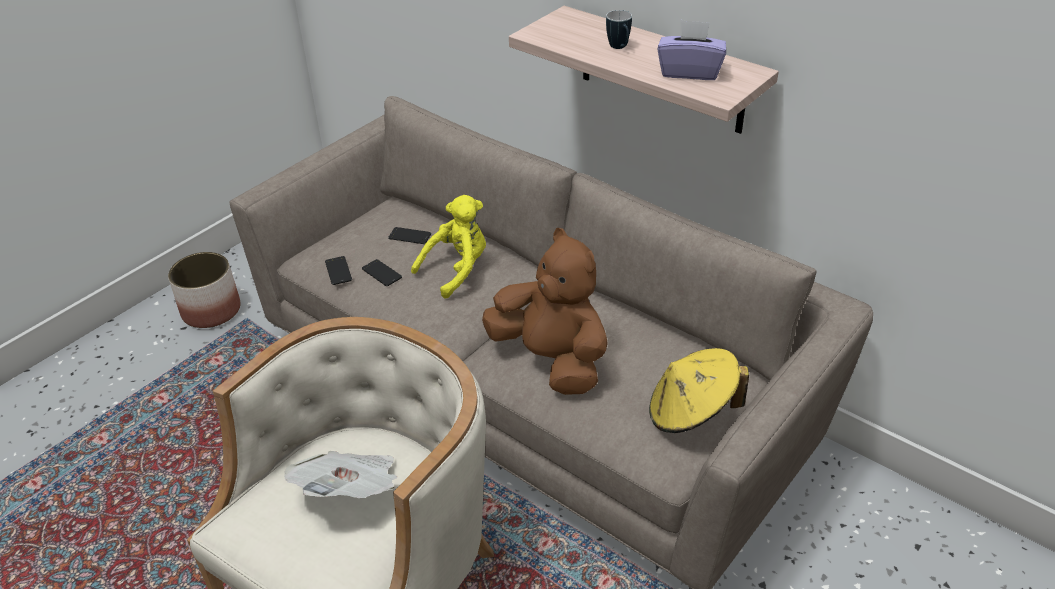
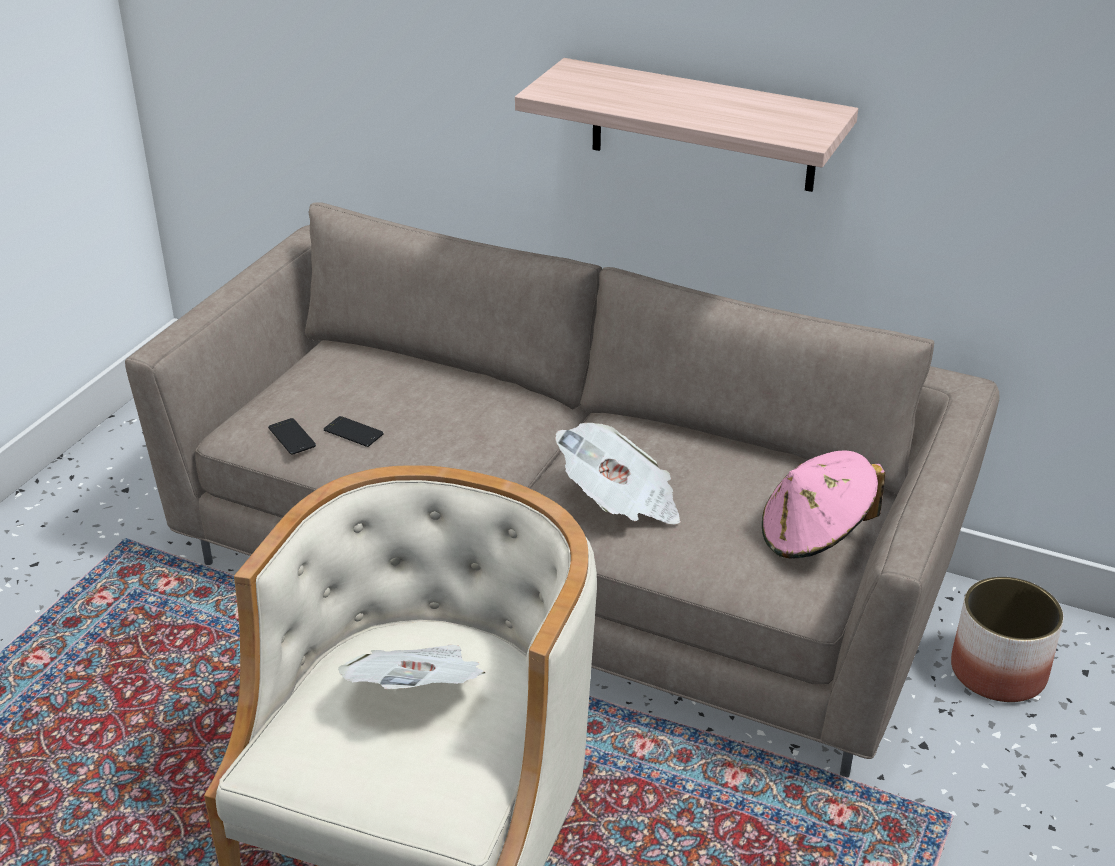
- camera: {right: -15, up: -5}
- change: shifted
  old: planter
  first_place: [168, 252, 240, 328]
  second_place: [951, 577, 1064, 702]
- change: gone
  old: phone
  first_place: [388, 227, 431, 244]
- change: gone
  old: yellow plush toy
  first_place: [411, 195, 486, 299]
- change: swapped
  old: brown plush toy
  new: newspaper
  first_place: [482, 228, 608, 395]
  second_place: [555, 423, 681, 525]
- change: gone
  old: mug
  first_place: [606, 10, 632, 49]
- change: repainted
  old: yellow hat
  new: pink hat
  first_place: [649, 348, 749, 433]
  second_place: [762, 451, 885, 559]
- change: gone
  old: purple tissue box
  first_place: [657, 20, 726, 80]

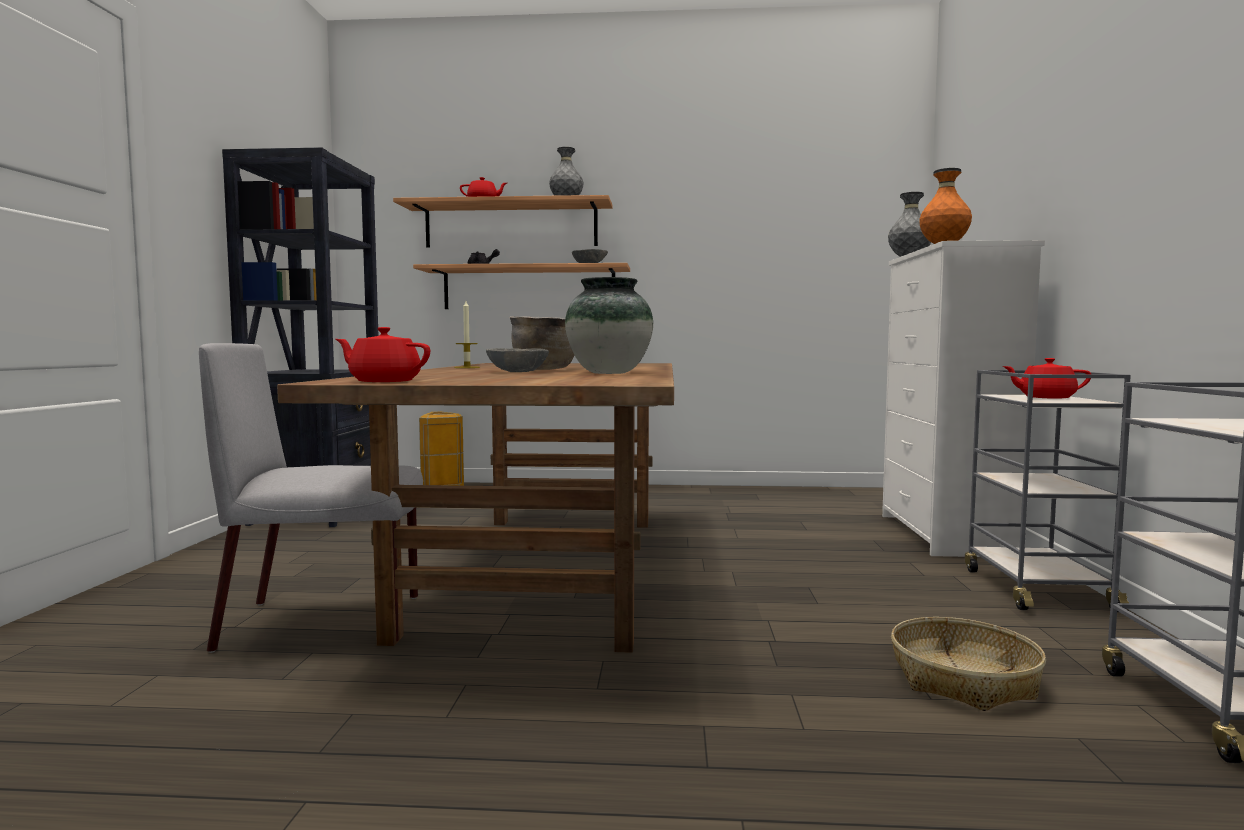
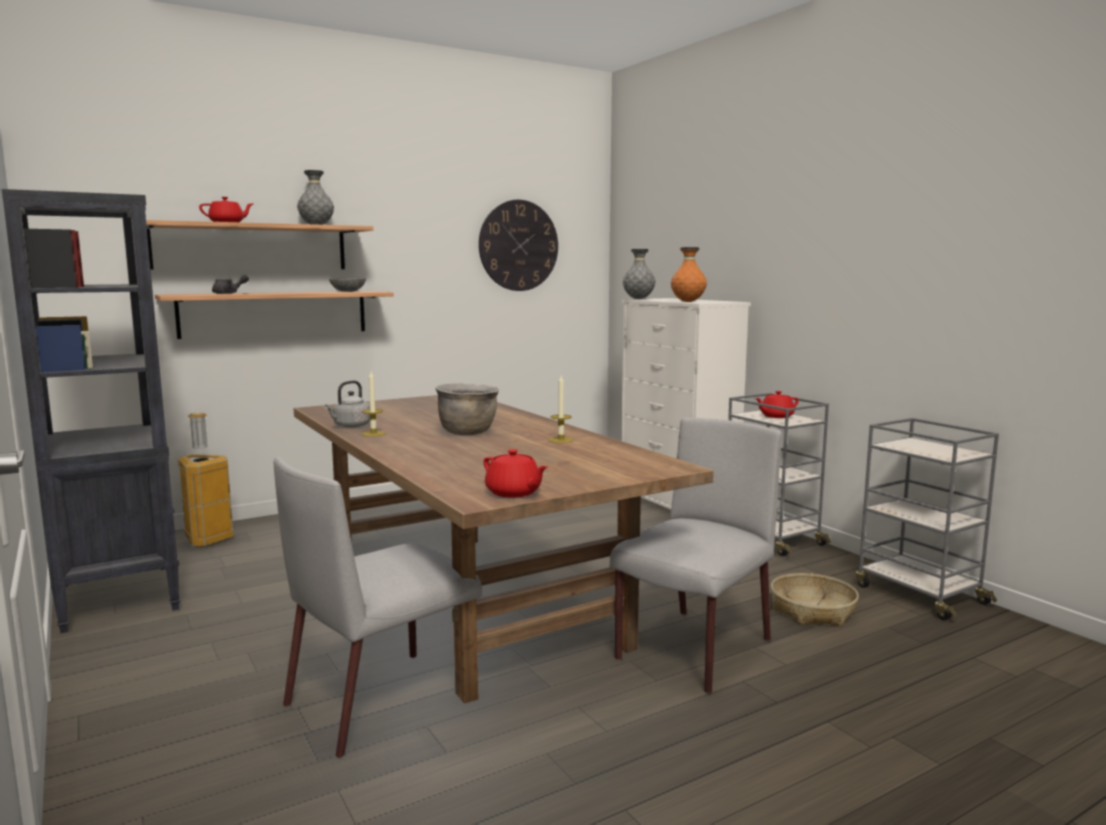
- camera: {right: -35, up: 5}
- change: rotated
  old: red teapot
  first_place: [335, 327, 430, 382]
  second_place: [484, 449, 548, 497]
  degrees: -120
- change: gone
  old: grey bowl
  first_place: [486, 348, 549, 372]
- change: swapped
  old: vase
  new: candle
  first_place: [565, 277, 653, 374]
  second_place: [549, 376, 573, 443]
- change: new
  new: grey kettle
  second_place: [325, 380, 370, 428]
- change: new
  new: wall clock
  second_place: [479, 200, 558, 291]
- change: new
  new: grey chair
  second_place: [609, 418, 782, 694]

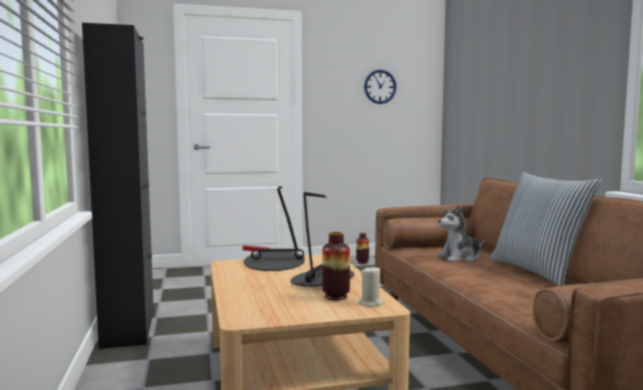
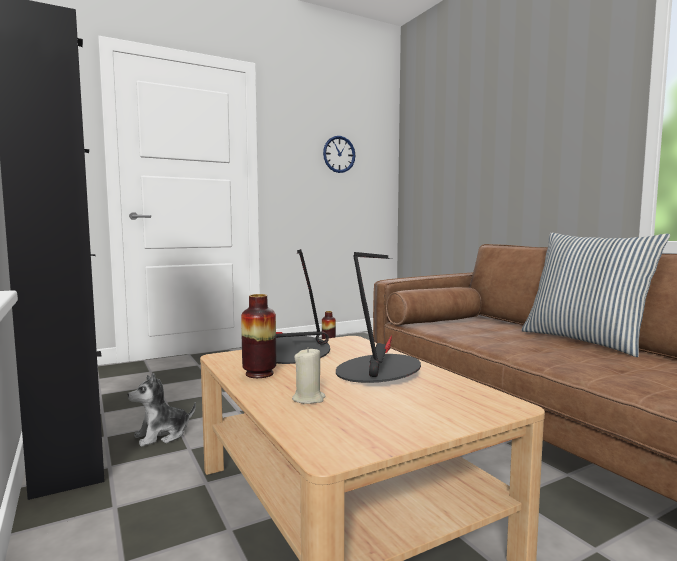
- camera: {right: -15, up: 0}
- change: shifted
  old: vase
  first_place: [322, 232, 350, 300]
  second_place: [241, 294, 276, 378]
- change: shifted
  old: beige candle
  first_place: [359, 266, 383, 306]
  second_place: [292, 347, 326, 404]
- change: shifted
  old: plush toy
  first_place: [437, 205, 484, 262]
  second_place: [128, 373, 196, 447]

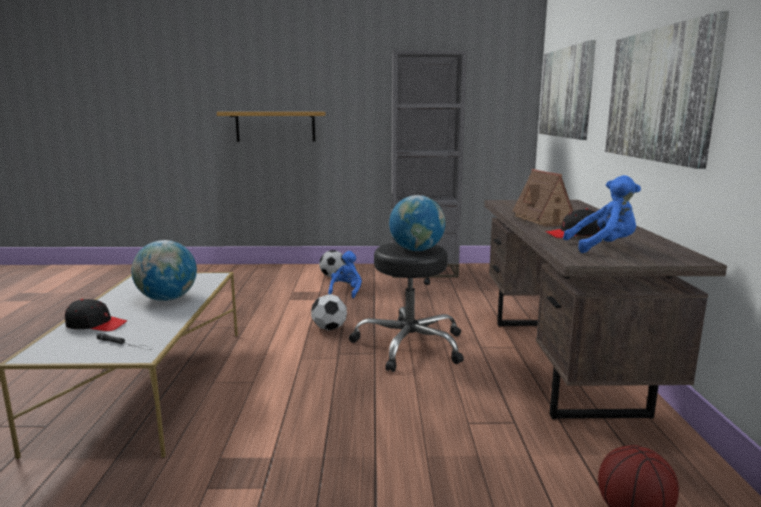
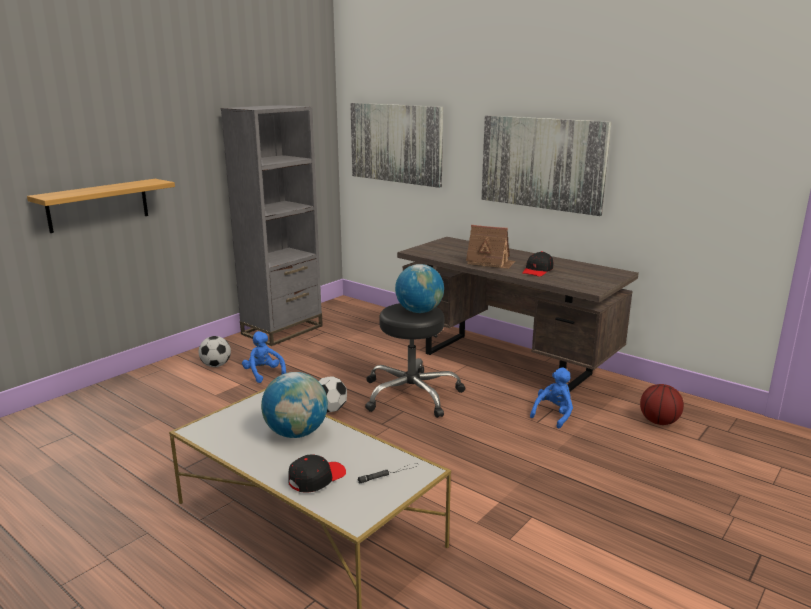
- camera: {right: -50, up: 5}
- change: shifted
  old: blue plush toy
  first_place: [563, 175, 641, 253]
  second_place: [530, 367, 573, 428]

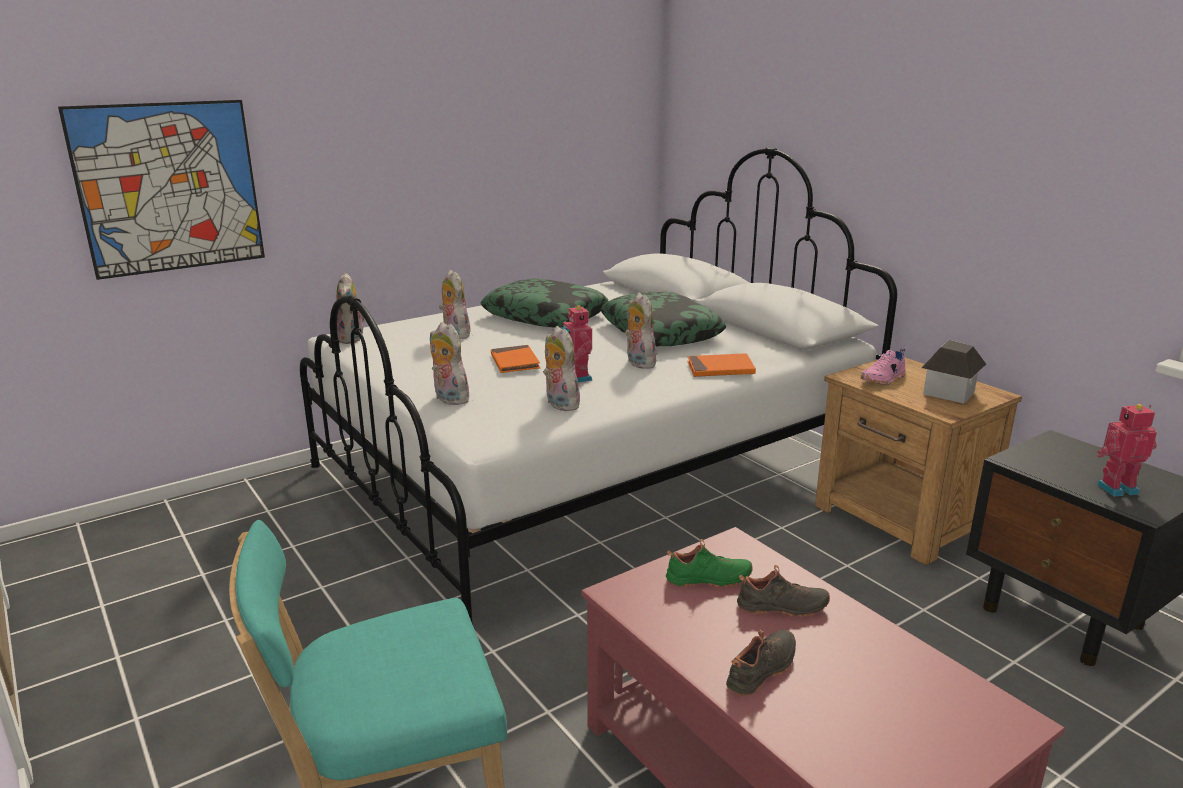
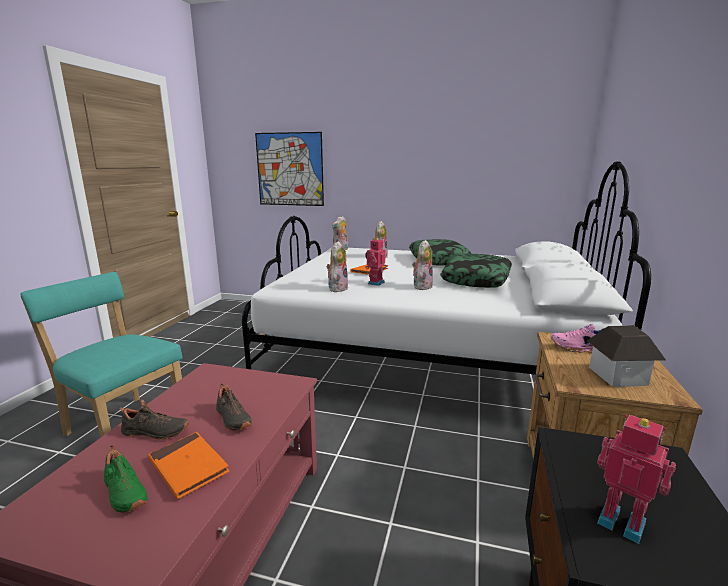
- camera: {right: 50, up: -5}
- change: gone
  old: plush toy
  first_place: [430, 322, 469, 405]
- change: shifted
  old: green shoe
  first_place: [666, 539, 753, 587]
  second_place: [104, 445, 148, 513]
- change: shifted
  old: orange book
  first_place: [687, 353, 756, 377]
  second_place: [149, 432, 229, 499]

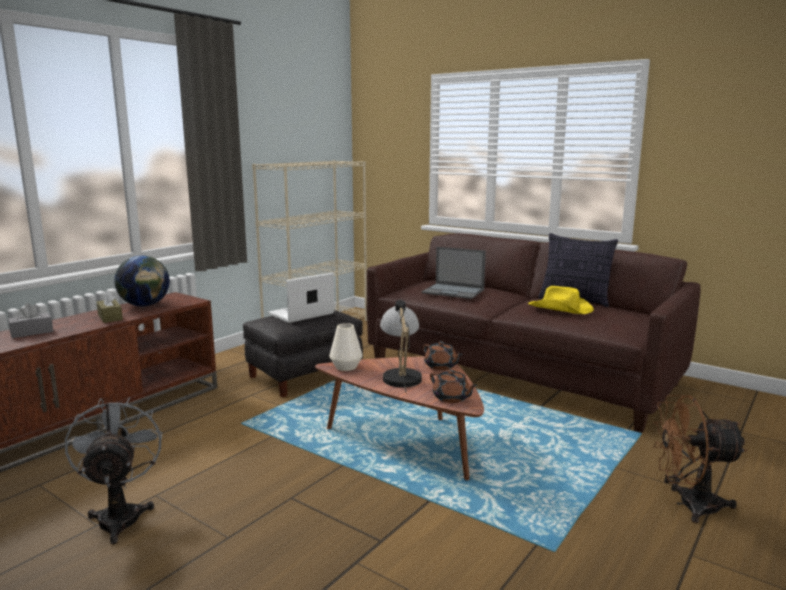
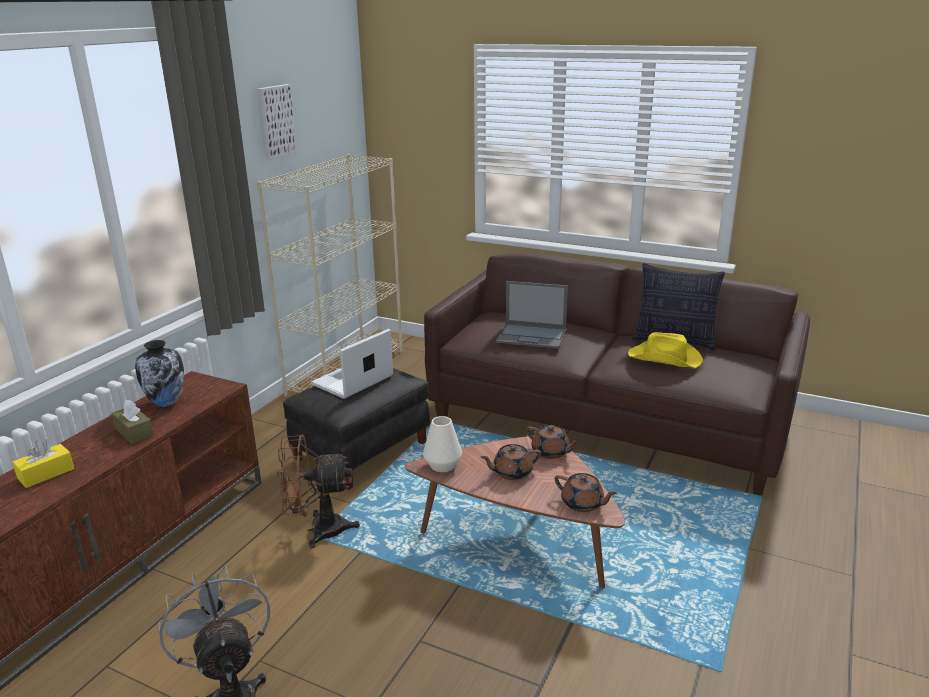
- camera: {right: -10, up: 10}
- change: repainted
  old: grey tissue box
  new: yellow tissue box
  first_place: [8, 303, 53, 338]
  second_place: [12, 440, 74, 488]
- change: swapped
  old: globe
  new: vase
  first_place: [114, 255, 170, 306]
  second_place: [135, 340, 184, 407]
- change: swapped
  old: table lamp
  new: brown teapot
  first_place: [380, 299, 422, 393]
  second_place: [481, 444, 541, 480]
- change: shifted
  old: brown fan
  first_place: [653, 395, 748, 523]
  second_place: [277, 434, 360, 549]
- change: new
  new: picture
  second_place: [257, 84, 298, 159]

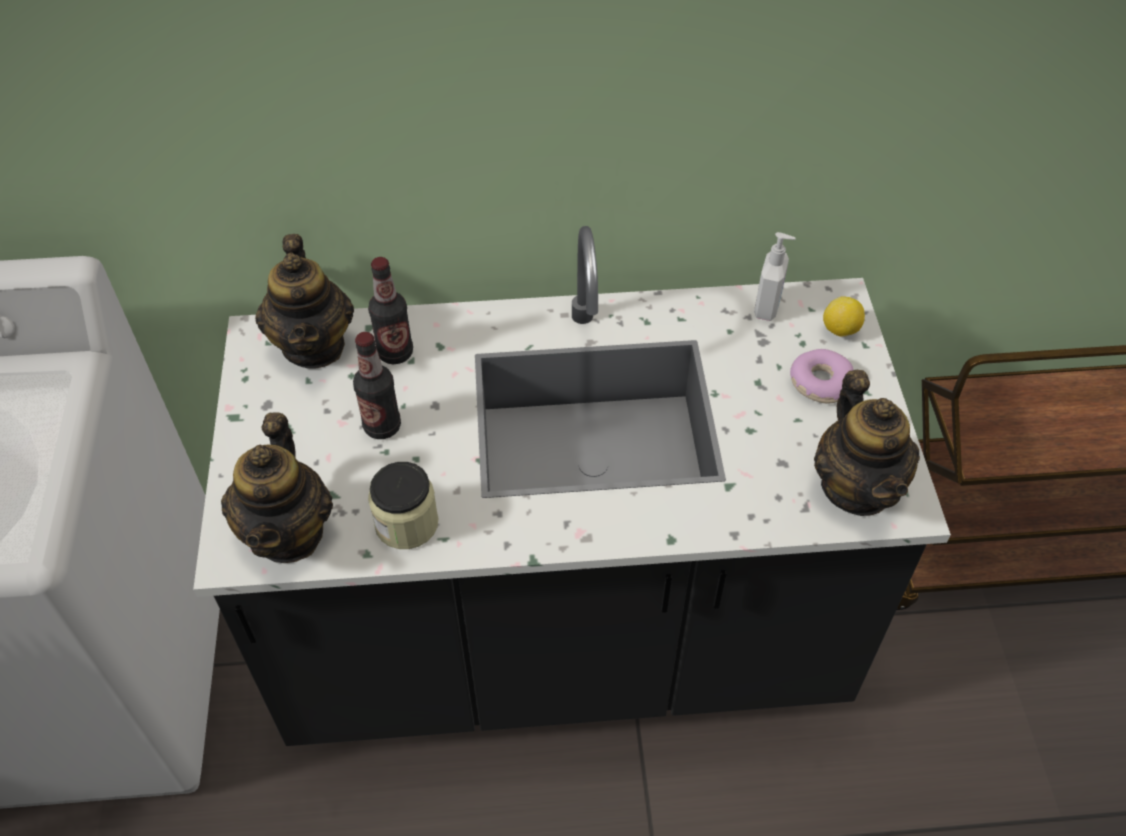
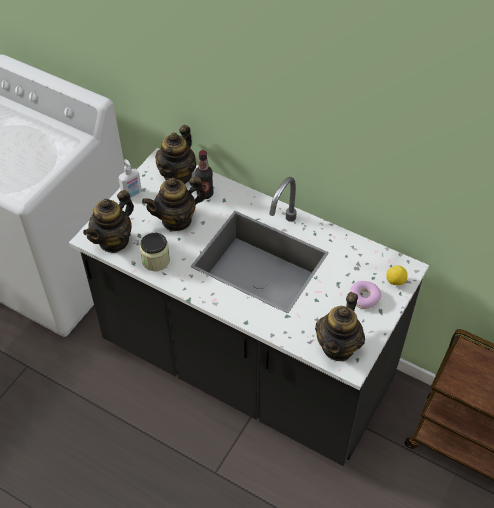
- camera: {right: 35, up: 0}
- change: swapped
  old: bottle
  new: teapot
  first_place: [353, 332, 401, 439]
  second_place: [142, 176, 206, 231]
- change: shifted
  old: soap dispenser
  first_place: [754, 232, 796, 321]
  second_place: [118, 159, 142, 198]

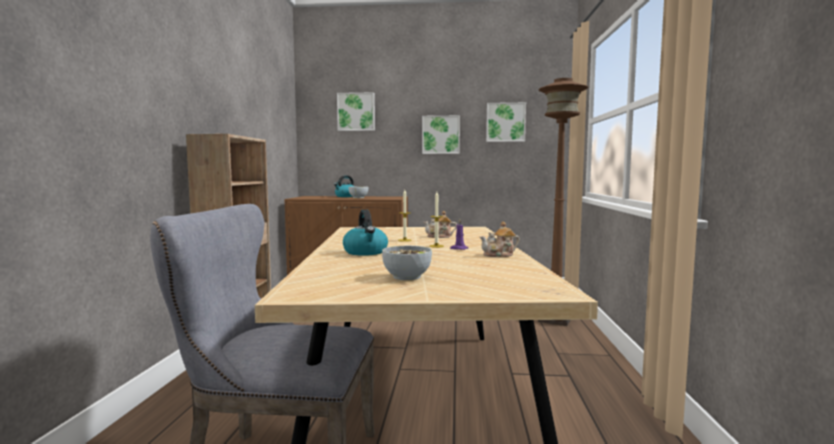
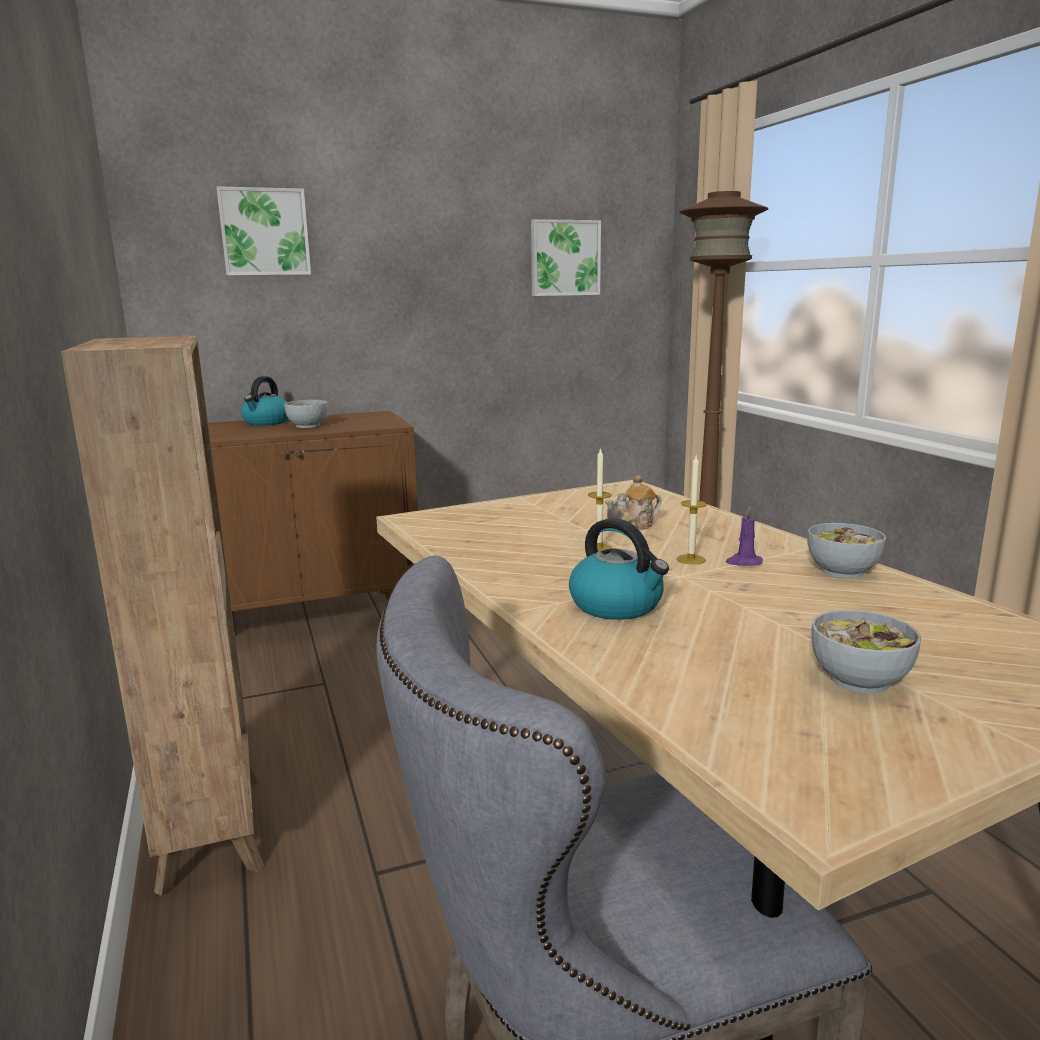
- camera: {right: -25, up: 10}
- change: gone
  old: picture
  first_place: [422, 115, 460, 154]
- change: swapped
  old: teapot
  new: bowl
  first_place: [480, 222, 520, 257]
  second_place: [807, 523, 886, 578]

